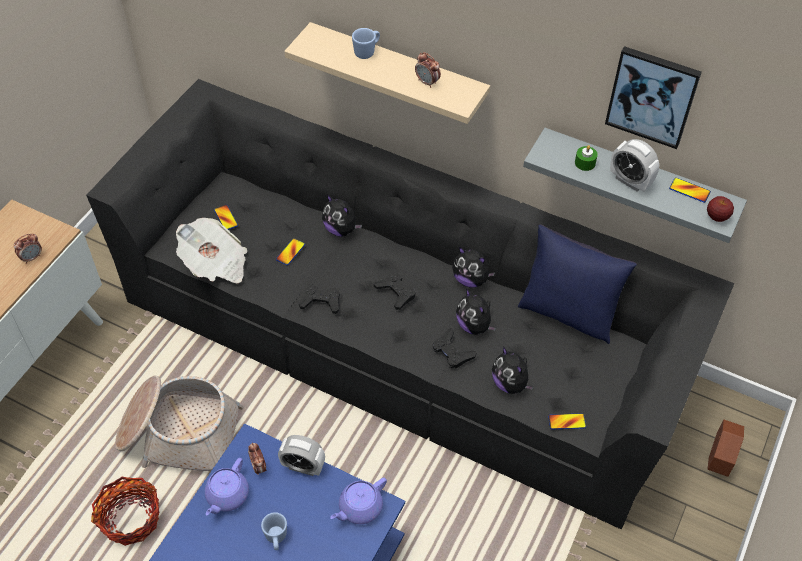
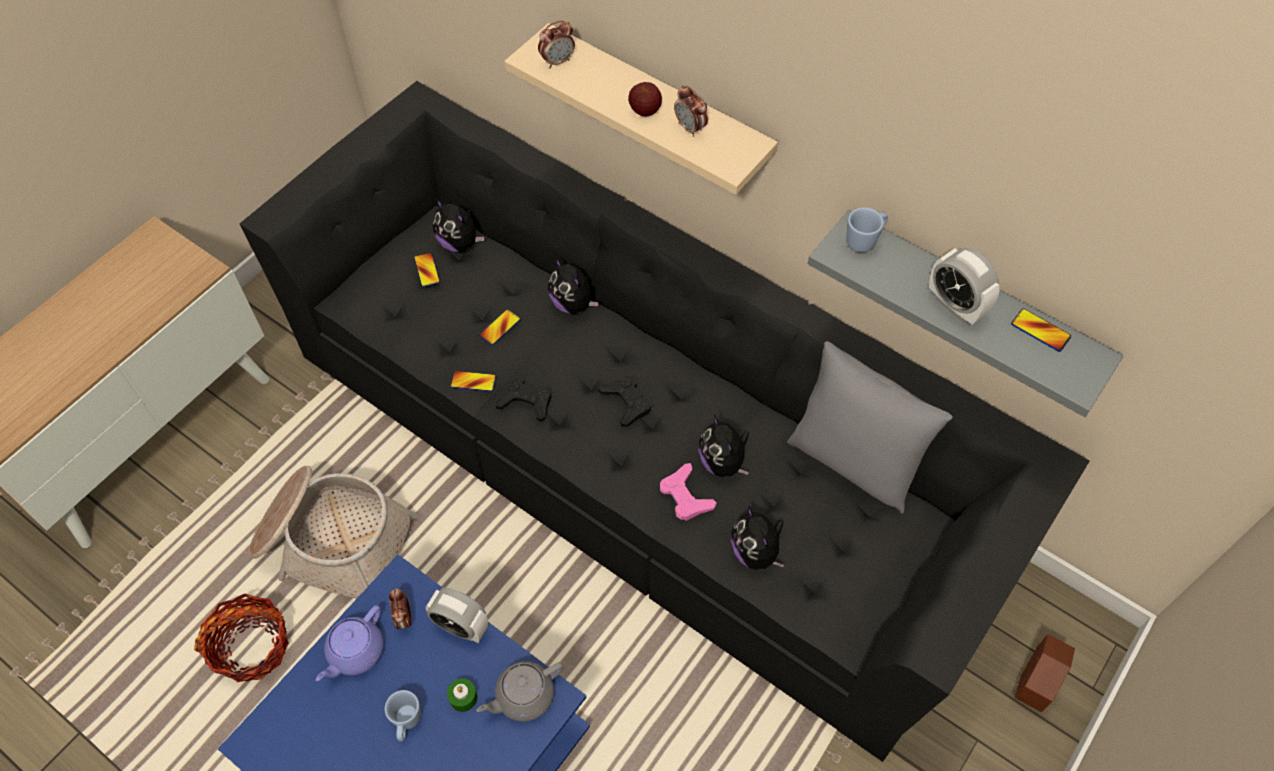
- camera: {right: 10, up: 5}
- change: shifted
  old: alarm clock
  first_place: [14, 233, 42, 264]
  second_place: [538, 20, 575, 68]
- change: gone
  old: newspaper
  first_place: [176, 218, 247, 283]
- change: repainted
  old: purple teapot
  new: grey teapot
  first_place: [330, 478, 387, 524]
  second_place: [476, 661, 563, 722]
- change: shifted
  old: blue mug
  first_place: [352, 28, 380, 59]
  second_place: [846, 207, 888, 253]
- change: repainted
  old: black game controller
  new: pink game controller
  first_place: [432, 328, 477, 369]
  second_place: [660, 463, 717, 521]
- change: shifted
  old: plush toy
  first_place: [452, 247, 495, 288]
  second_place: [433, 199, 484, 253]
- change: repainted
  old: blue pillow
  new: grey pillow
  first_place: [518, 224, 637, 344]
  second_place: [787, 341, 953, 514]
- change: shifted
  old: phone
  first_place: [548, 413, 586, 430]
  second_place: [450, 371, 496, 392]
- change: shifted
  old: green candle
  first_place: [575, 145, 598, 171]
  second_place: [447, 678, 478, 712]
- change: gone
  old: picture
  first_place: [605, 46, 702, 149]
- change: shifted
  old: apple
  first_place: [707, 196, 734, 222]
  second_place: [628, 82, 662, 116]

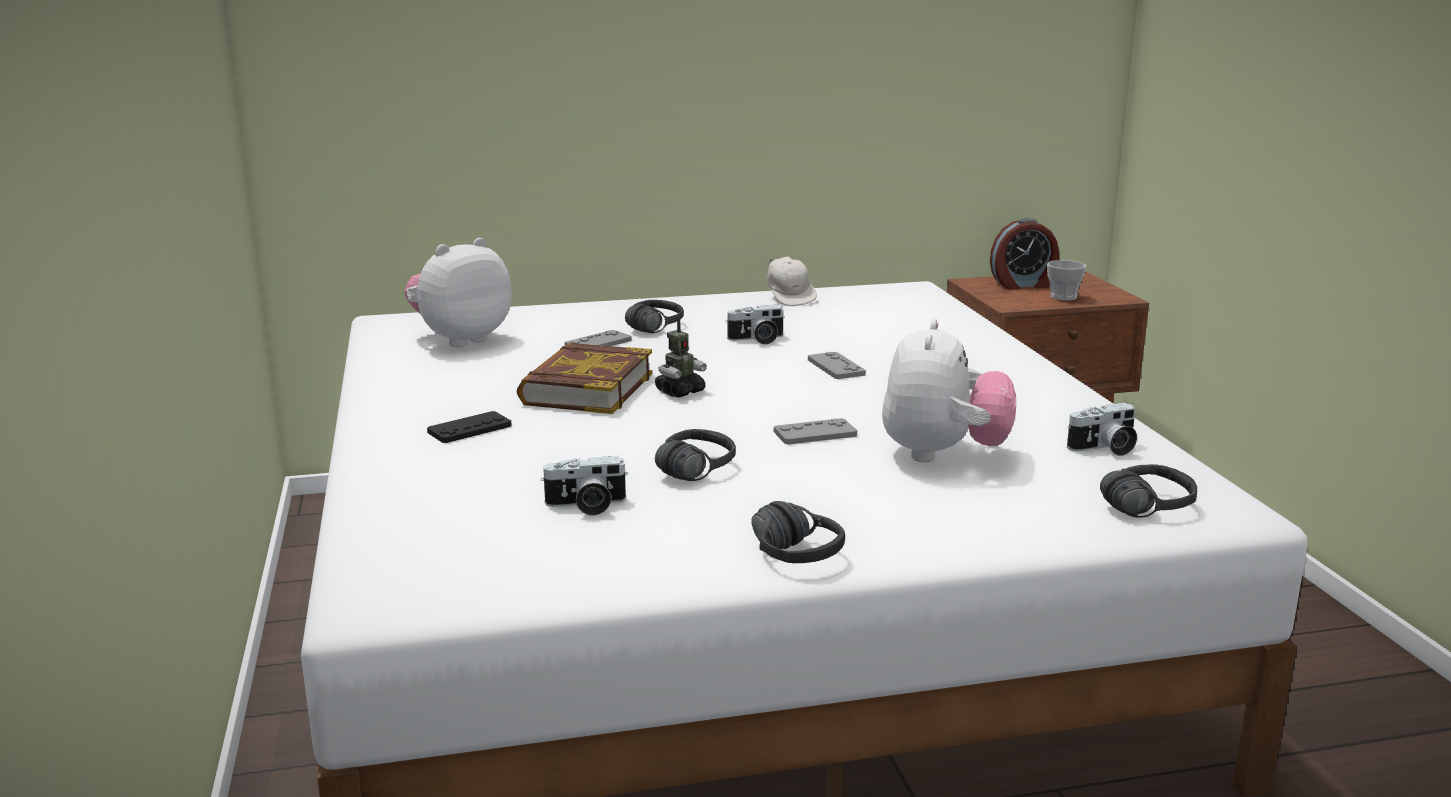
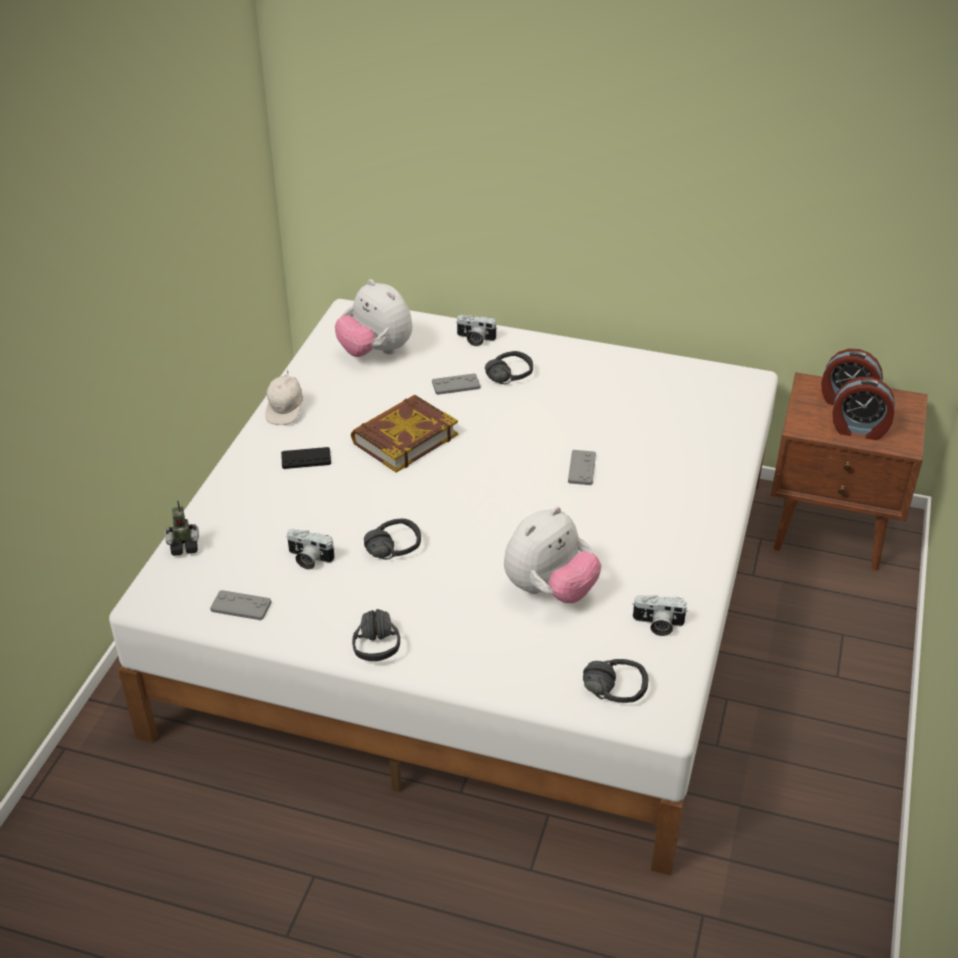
- camera: {right: 30, up: 20}
- change: rotated
  old: plush toy
  first_place: [404, 238, 512, 348]
  second_place: [335, 279, 412, 357]
  degrees: -120
- change: shifted
  old: toy robot
  first_place: [655, 316, 707, 397]
  second_place: [165, 500, 199, 556]
- change: shifted
  old: photo camera
  first_place: [725, 305, 785, 345]
  second_place: [456, 315, 498, 346]
- change: shifted
  old: white cap
  first_place: [767, 257, 817, 306]
  second_place: [265, 370, 303, 425]
- change: shifted
  old: grey game controller
  first_place: [774, 418, 857, 445]
  second_place: [210, 590, 271, 620]
- change: swapped
  old: cup
  new: alarm clock
  first_place: [1047, 260, 1086, 301]
  second_place: [832, 377, 895, 440]

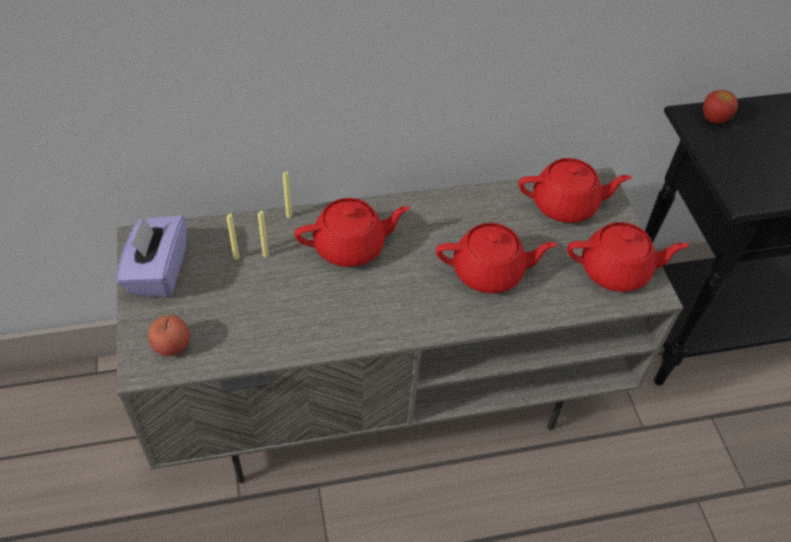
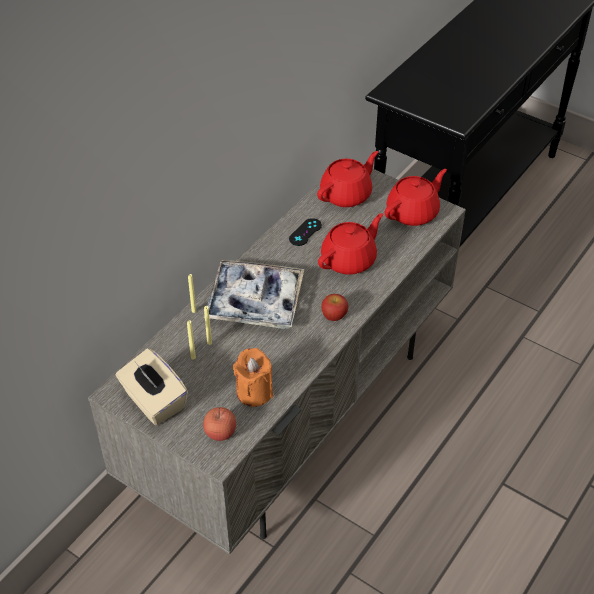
- camera: {right: -40, up: -5}
- change: repainted
  old: purple tissue box
  new: beige tissue box
  first_place: [116, 215, 187, 298]
  second_place: [116, 348, 188, 425]
- change: swapped
  old: red teapot
  new: tray
  first_place: [294, 198, 410, 267]
  second_place: [204, 260, 304, 329]
- change: shifted
  old: apple
  first_place: [703, 90, 738, 123]
  second_place: [321, 294, 349, 321]
- change: new
  new: orange candle
  second_place: [233, 348, 273, 407]
- change: new
  new: black game controller
  second_place: [289, 218, 322, 246]

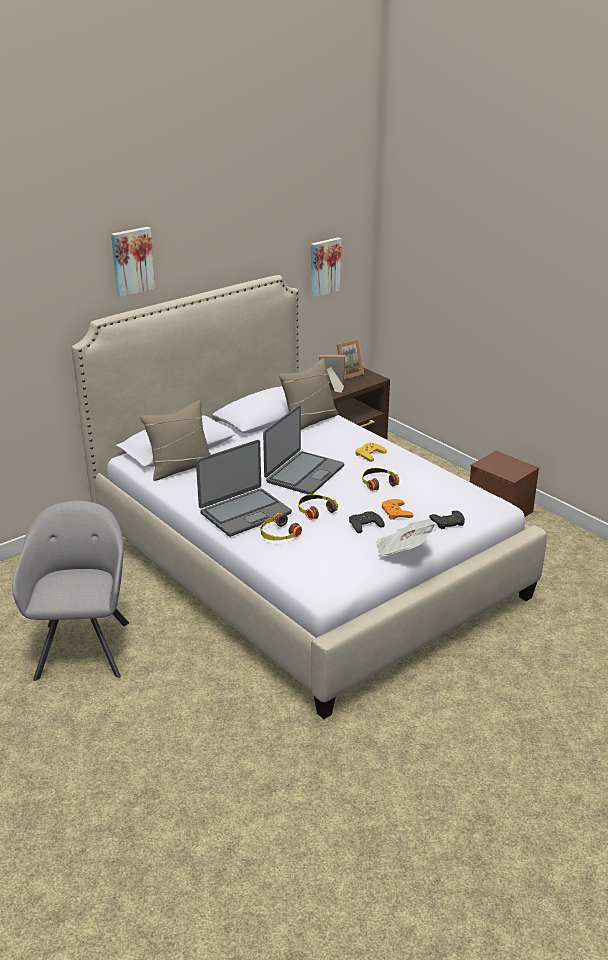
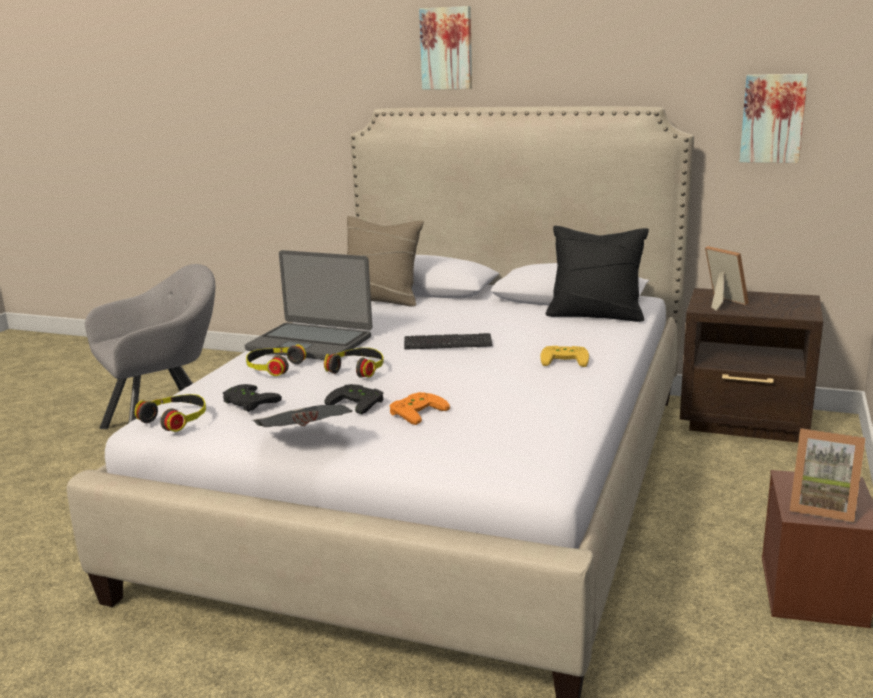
- camera: {right: 60, up: -10}
- change: swapped
  old: laptop
  new: keyboard
  first_place: [263, 405, 344, 495]
  second_place: [404, 333, 493, 350]
- change: repainted
  old: beige pillow
  new: black pillow
  first_place: [278, 358, 338, 430]
  second_place: [545, 226, 649, 322]
- change: shifted
  old: picture frame
  first_place: [337, 340, 364, 379]
  second_place: [790, 428, 866, 523]
- change: shifted
  old: headphones
  first_place: [362, 468, 399, 491]
  second_place: [135, 394, 206, 432]
- change: shifted
  old: black game controller
  first_place: [429, 511, 465, 529]
  second_place: [223, 384, 282, 412]

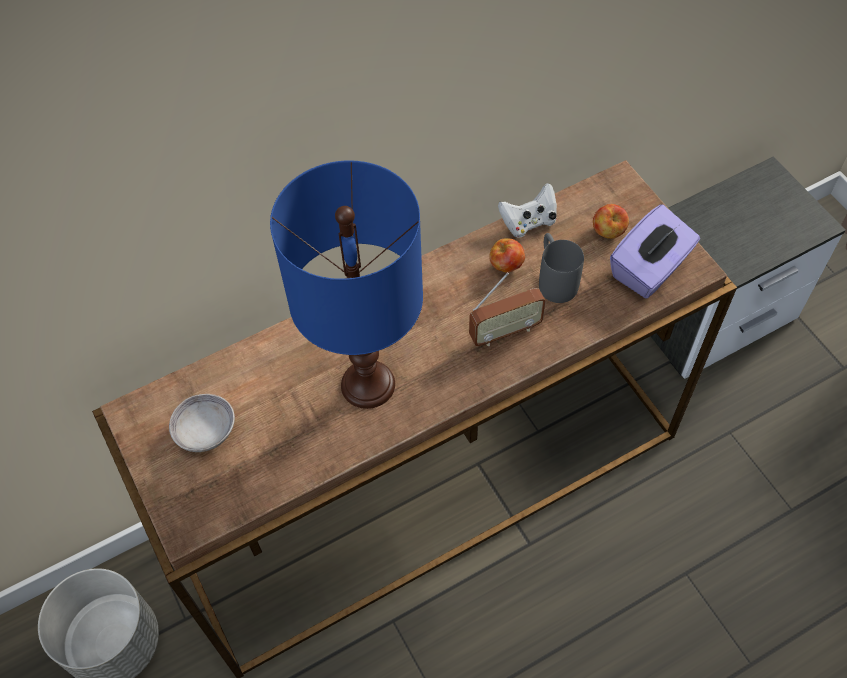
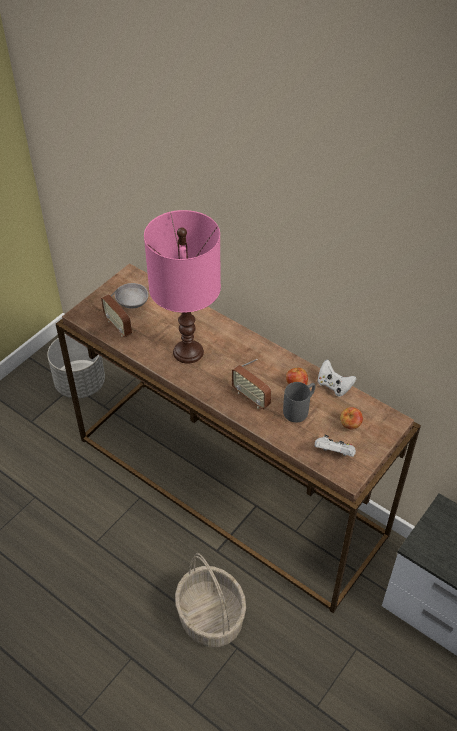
- camera: {right: 65, up: -10}
- change: repainted
  old: blue table lamp
  new: pink table lamp
  first_place: [270, 160, 423, 409]
  second_place: [144, 210, 221, 364]
- change: swapped
  old: purple tissue box
  new: white game controller
  first_place: [610, 205, 700, 298]
  second_place: [315, 435, 356, 457]
- change: new
  new: radio
  second_place: [101, 288, 132, 337]
- change: new
  new: basket
  second_place: [175, 553, 246, 647]

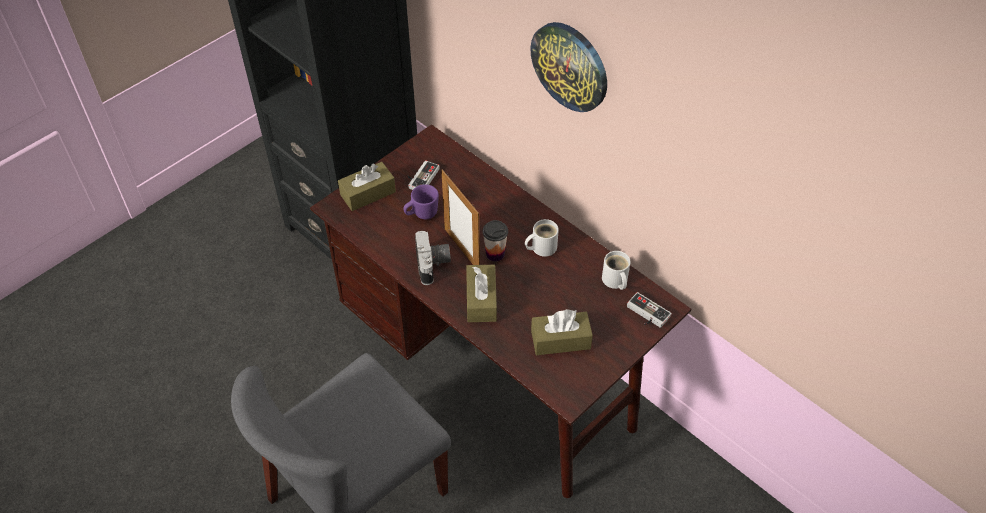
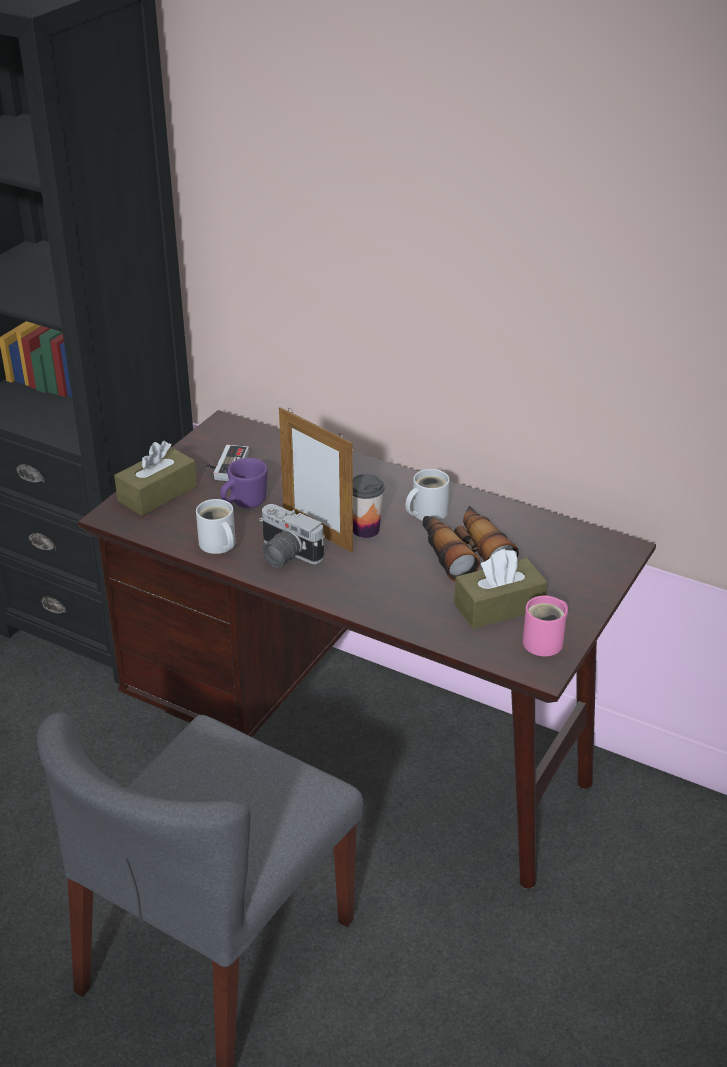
- camera: {right: -15, up: -15}
- change: rotated
  old: photo camera
  first_place: [415, 231, 451, 285]
  second_place: [259, 504, 324, 567]
  degrees: 150
- change: gone
  old: brown tissue box
  first_place: [466, 265, 497, 322]
- change: gone
  old: wall clock
  first_place: [530, 22, 607, 112]
- change: shifted
  old: white mug
  first_place: [602, 251, 631, 290]
  second_place: [196, 499, 236, 554]
- change: gone
  old: game controller
  first_place: [627, 292, 672, 328]
- change: new
  new: binoculars
  second_place: [423, 506, 519, 581]
- change: new
  new: pink mug
  second_place: [523, 596, 568, 656]

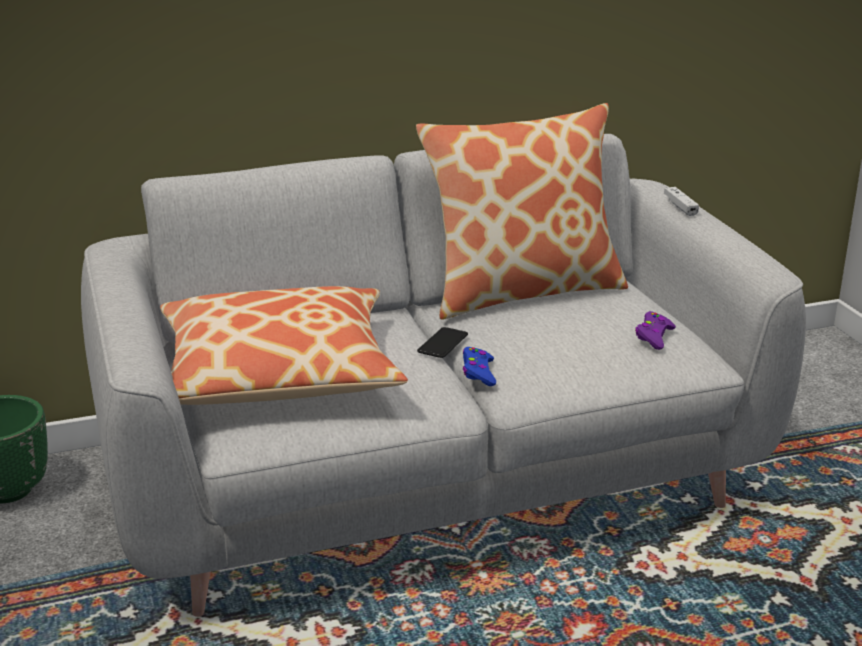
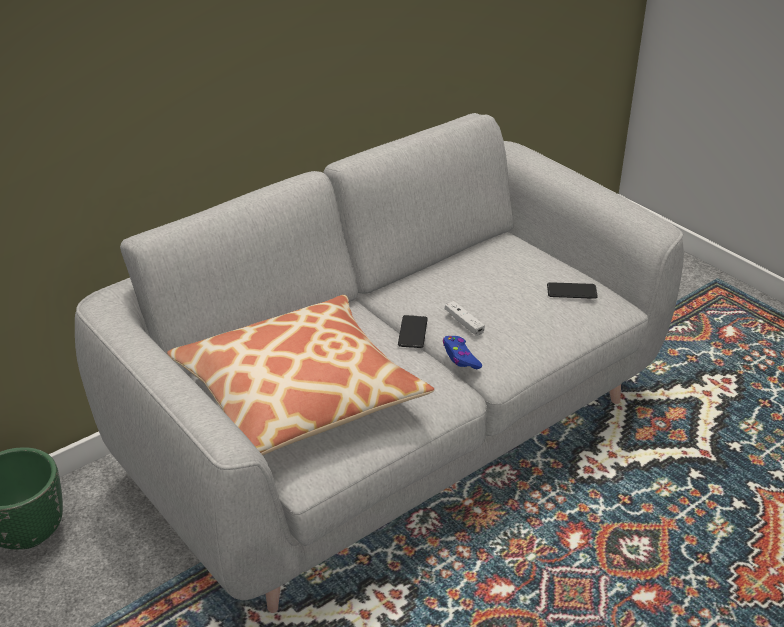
- camera: {right: -20, up: 10}
- change: gone
  old: pillow
  first_place: [416, 103, 628, 319]
- change: swapped
  old: purple game controller
  new: phone
  first_place: [635, 311, 676, 350]
  second_place: [547, 282, 598, 299]
- change: shifted
  old: white game controller
  first_place: [664, 187, 699, 216]
  second_place: [445, 301, 485, 336]

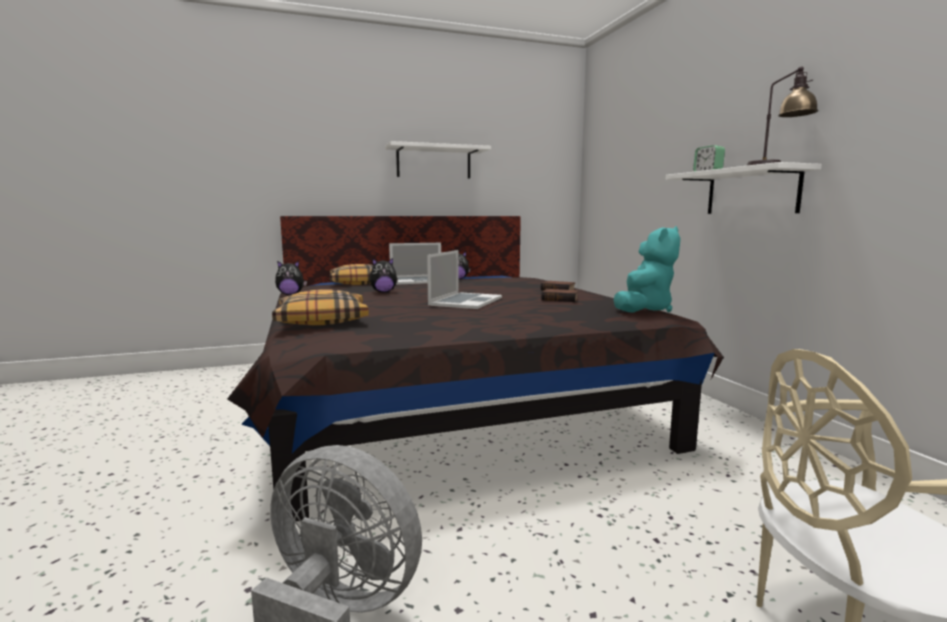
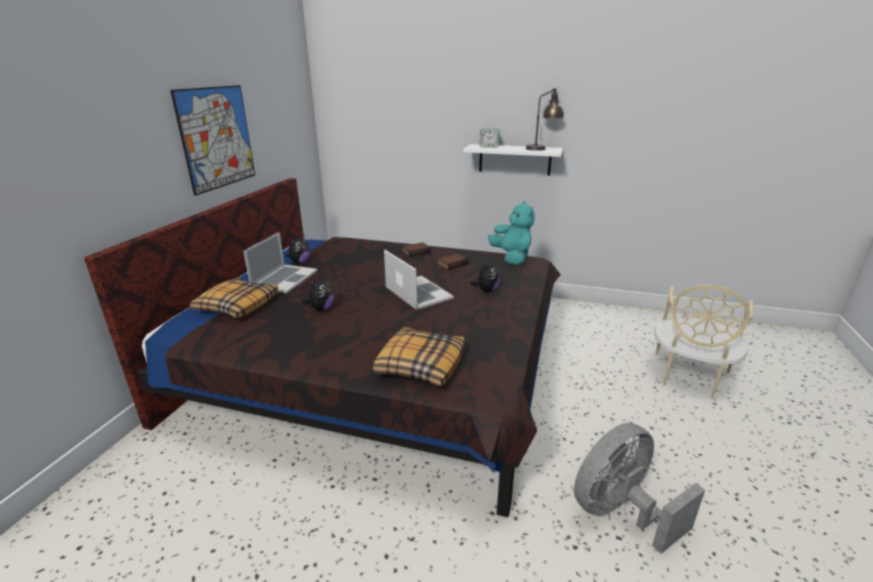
- camera: {right: -55, up: 15}
- change: shifted
  old: plush toy
  first_place: [275, 261, 307, 295]
  second_place: [470, 259, 500, 293]
- change: swapped
  old: white shelf
  new: picture
  first_place: [385, 141, 491, 179]
  second_place: [170, 85, 255, 196]

